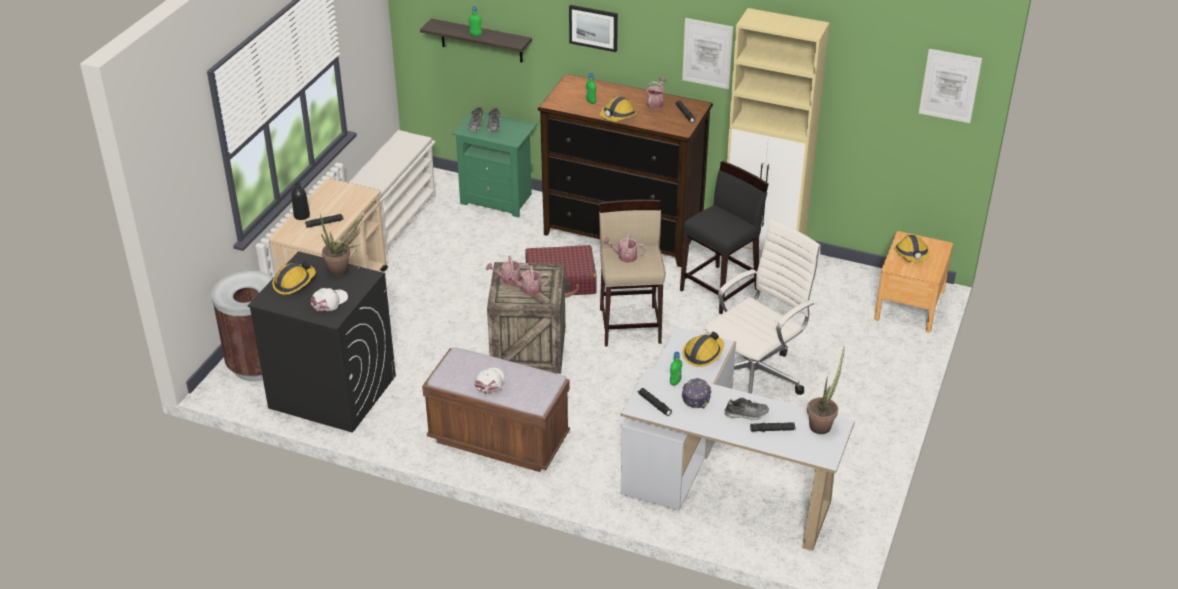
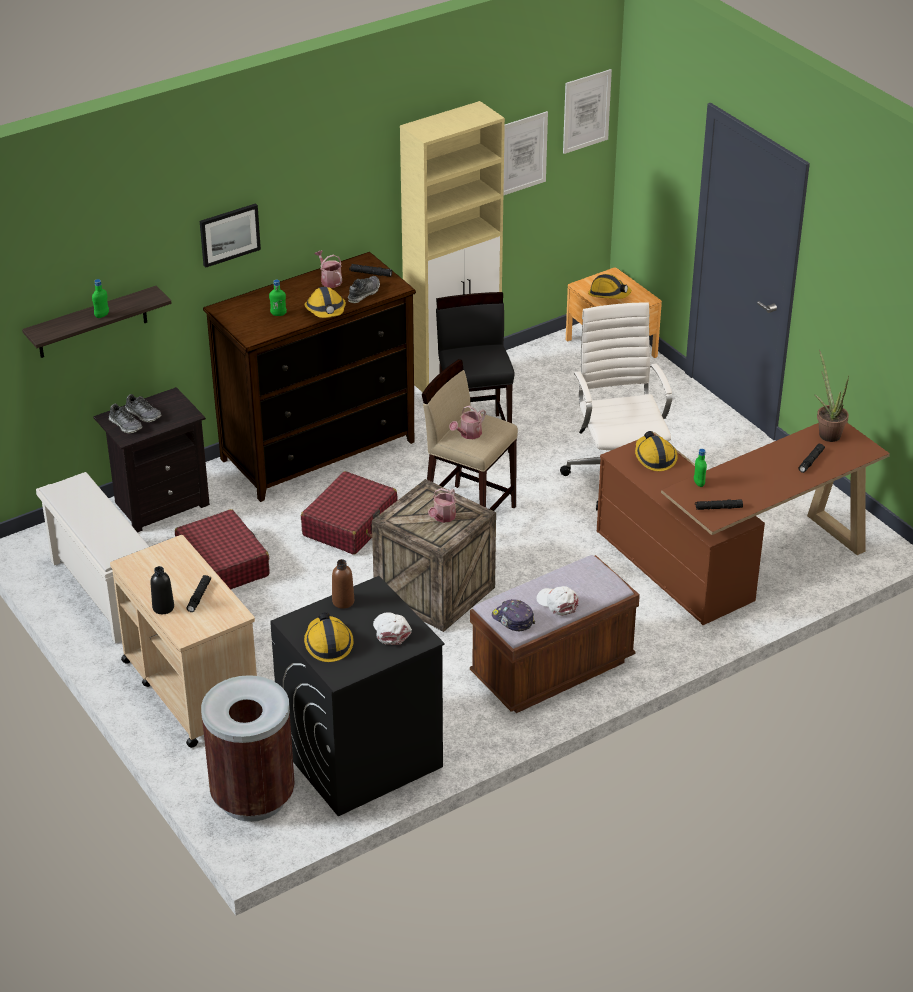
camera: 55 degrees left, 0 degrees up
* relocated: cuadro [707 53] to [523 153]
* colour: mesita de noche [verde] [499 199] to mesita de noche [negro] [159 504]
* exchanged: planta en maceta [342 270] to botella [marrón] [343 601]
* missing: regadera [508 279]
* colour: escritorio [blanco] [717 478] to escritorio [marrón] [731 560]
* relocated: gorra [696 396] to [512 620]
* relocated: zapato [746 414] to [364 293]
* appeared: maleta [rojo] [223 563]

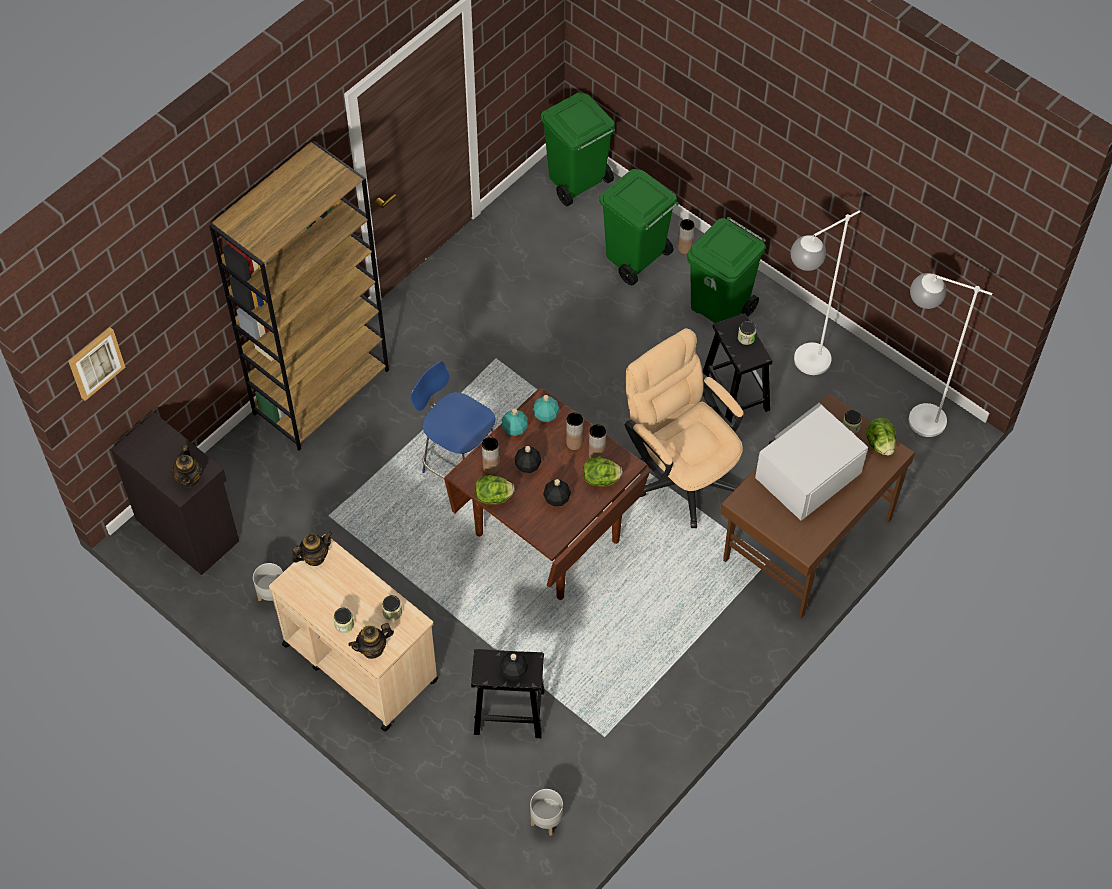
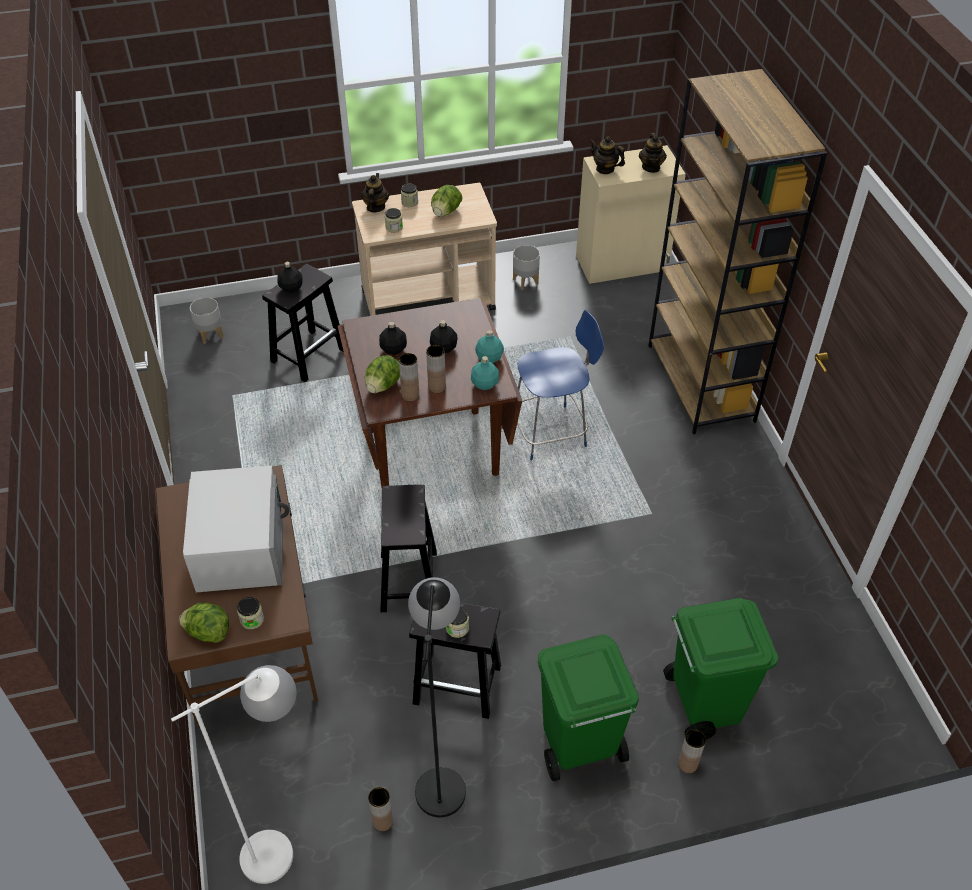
camera: 125 degrees right, 10 degrees down
* missing: papelera [verde] [576 182]
* colour: lámpara de pie [blanco] [801 366] to lámpara de pie [negro] [441 775]
* missing: cuadro [95 362]
* exchanged: silla de oficina [beis] [681 472] to taburete [negro] [409 582]
* colour: armario [negro] [188 528] to armario [beis] [623 264]
* relocated: florero [marrón] [491 468] to [382 821]
* relocated: lechuga [494 497] to [446 212]
* relocated: tetera [314 557] to [651 167]

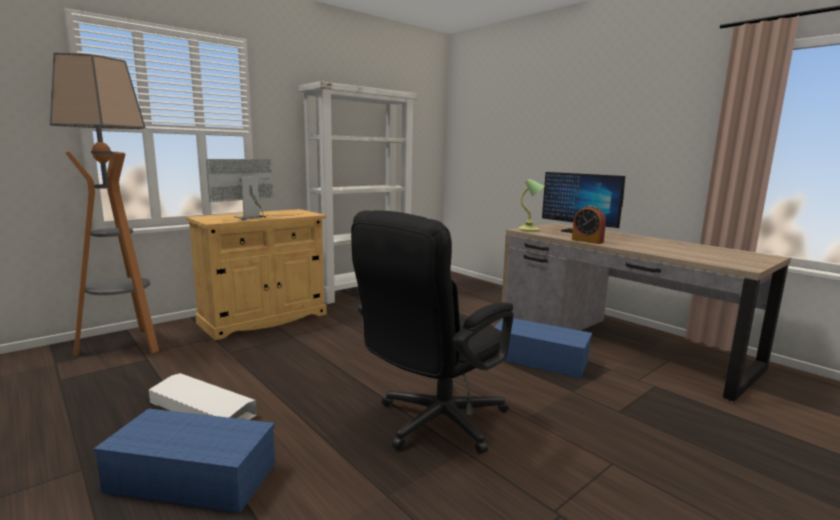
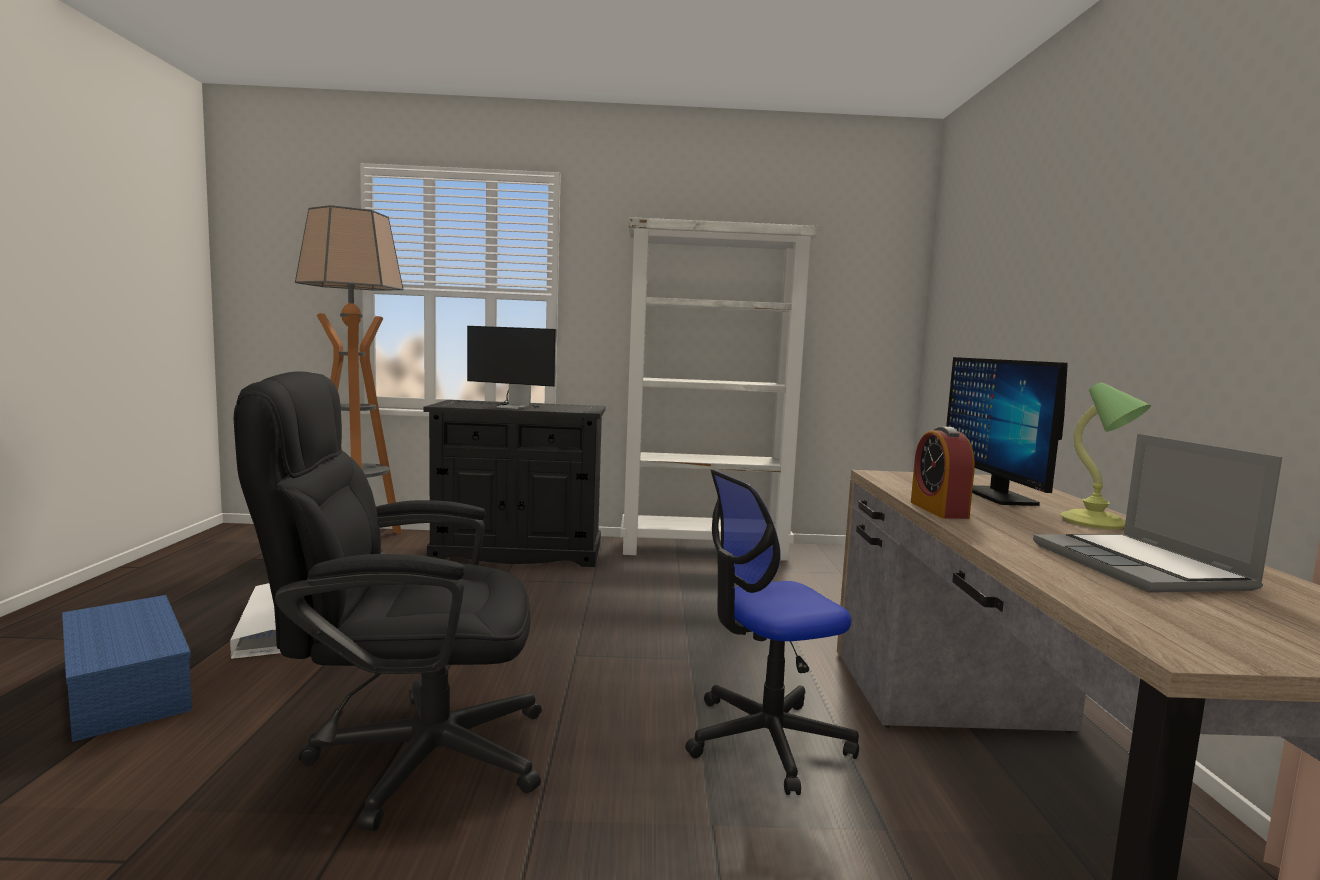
camera: 40 degrees right, 5 degrees down
* spun: monitor [255 217] = [506 406] 150 degrees counterclockwise
* relocated: lámpara de mesa [529 229] to [1095 523]
* colour: armario [beis] [264 319] to armario [negro] [518 552]
* exchanged: caja de almacenaje [azul] [537 359] to silla de oficina [766 740]
* appeared: portátil [1141 567]

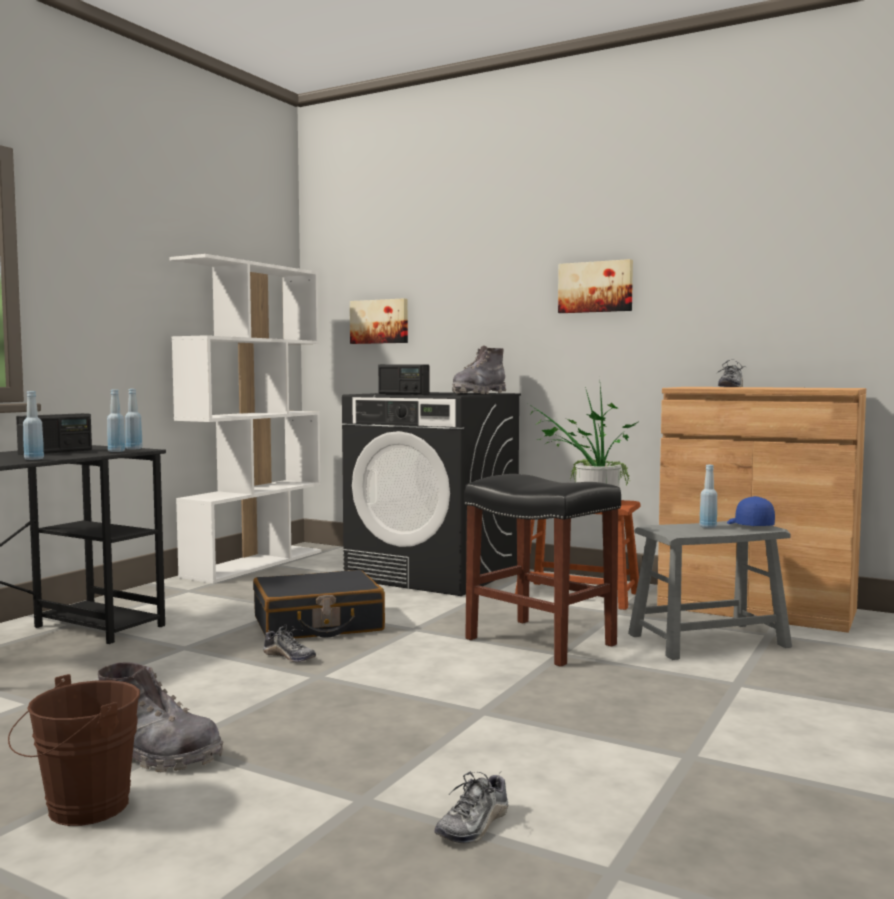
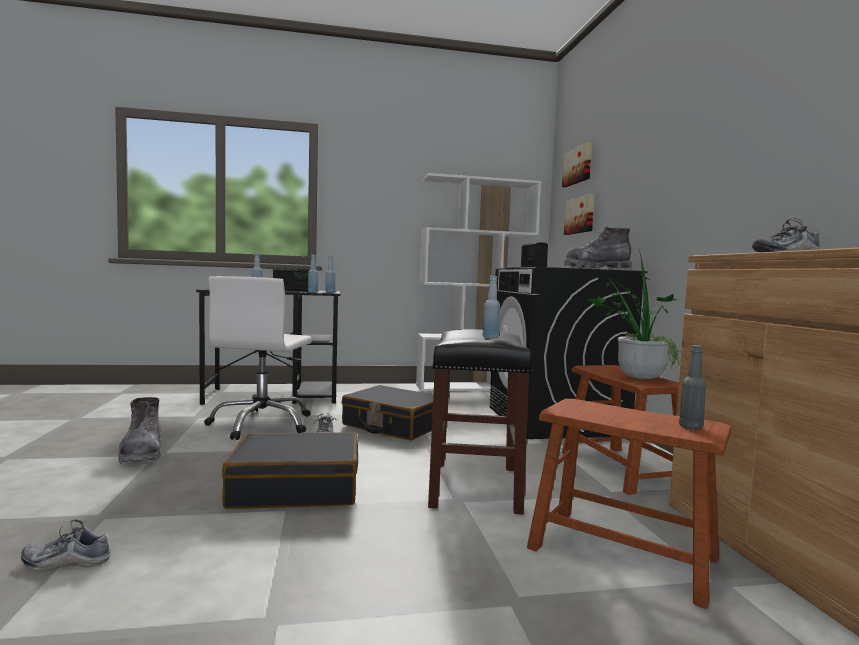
camera: 50 degrees right, 0 degrees up
* relocated: cuadro [595 287] to [578 165]
* relocated: botella [azul] [708 527] to [490 337]
* exchanged: gorra [azul] [749 525] to botella [gris] [690 427]
* colour: taburete [gris] [708 640] to taburete [marrón] [622 553]
* missing: cubo [marrón] [79 810]
* appeared: silla de oficina [blanco] [262 424]
* appeared: maleta [negro] [296 488]

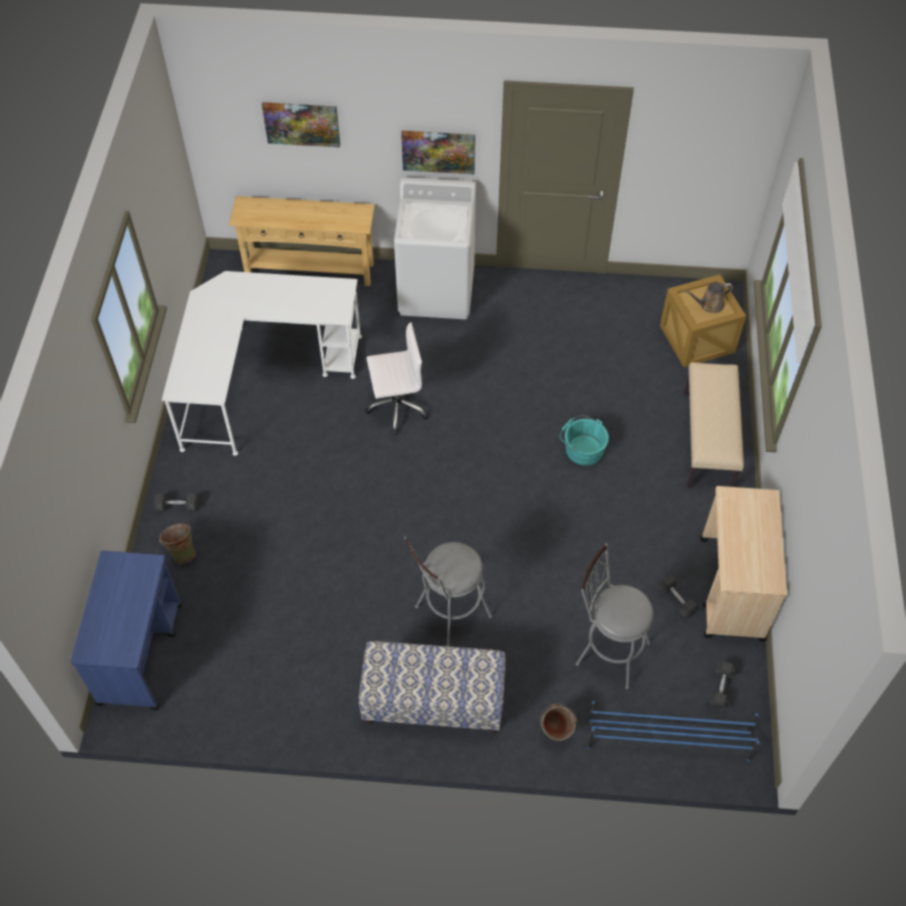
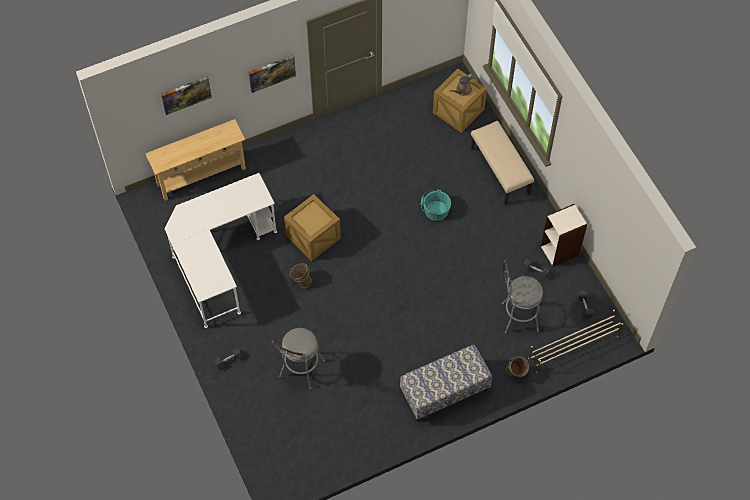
camera: 30 degrees left, 5 degrees up
* missing: lavadora [blanco] [437 291]
* exchanged: silla de oficina [blanco] [396 407] to caja de embalaje [313 237]
* exchanged: carrito [beis] [731 589] to estantería [560 250]
* relocated: cubo [verde] [182 551] to [301 281]
* relocated: taburete [gris] [448 615] to [300 371]
* missing: carrito [azul] [141 653]
* colour: zapatero [azul] [667 739] to zapatero [beis] [573 347]

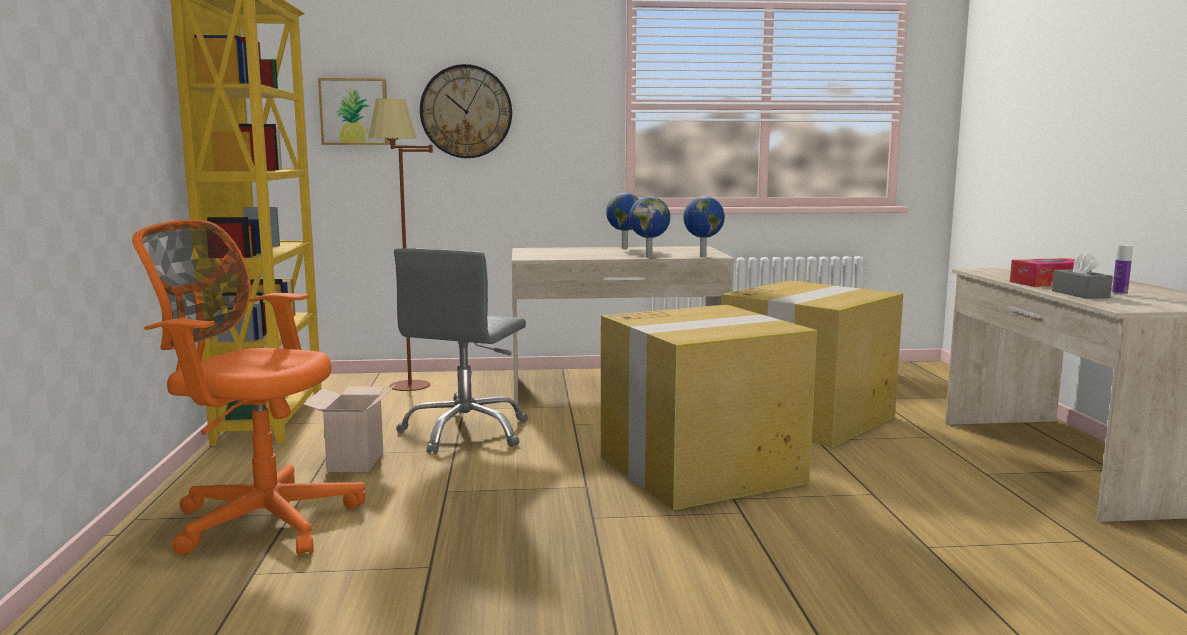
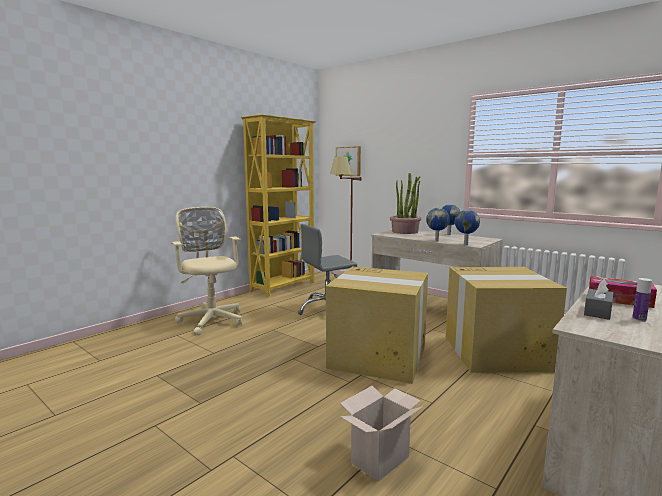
camera: 45 degrees right, 0 degrees up
* missing: reloj de pared [466 111]
* colour: silla de oficina [naranja] [260 519] to silla de oficina [beis] [211 319]
* relocated: caja de cartón [354 461] to [380 458]
* appeared: planta en maceta [405 232]

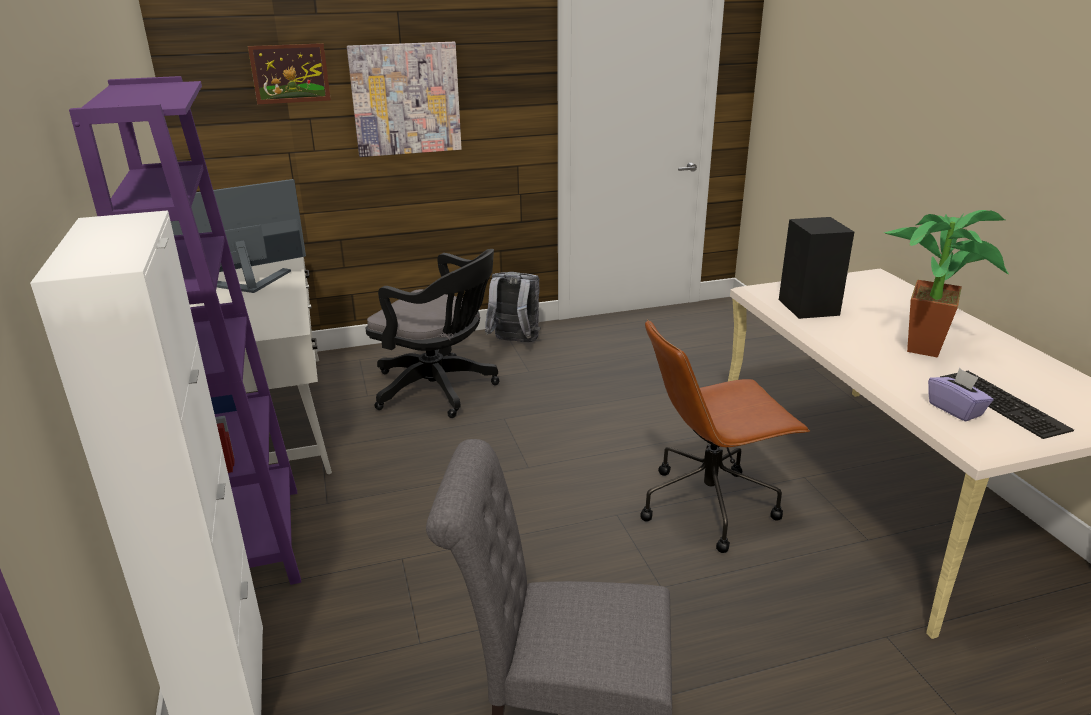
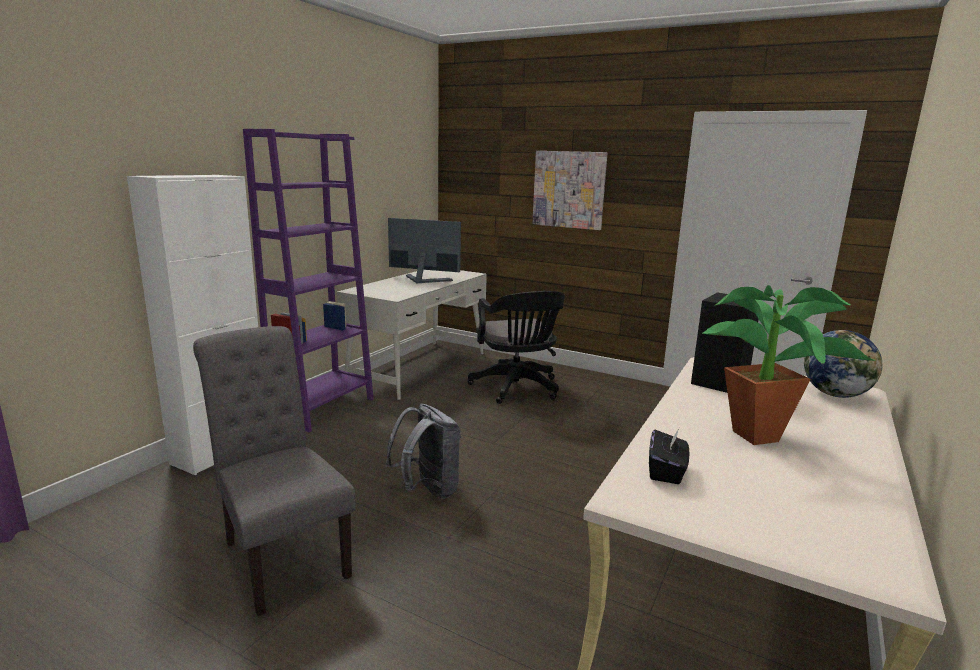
camera: 45 degrees right, 10 degrees down
* missing: cuadro [290 73]
* relocated: mochila [gris] [514 342] to [427 490]
* missing: silla de oficina [marrón] [709 505]
* colour: caja de pañuelos [morado] [955 409] to caja de pañuelos [negro] [666 471]
* missing: teclado [1005 403]
* appeared: globo terráqueo [836 394]

